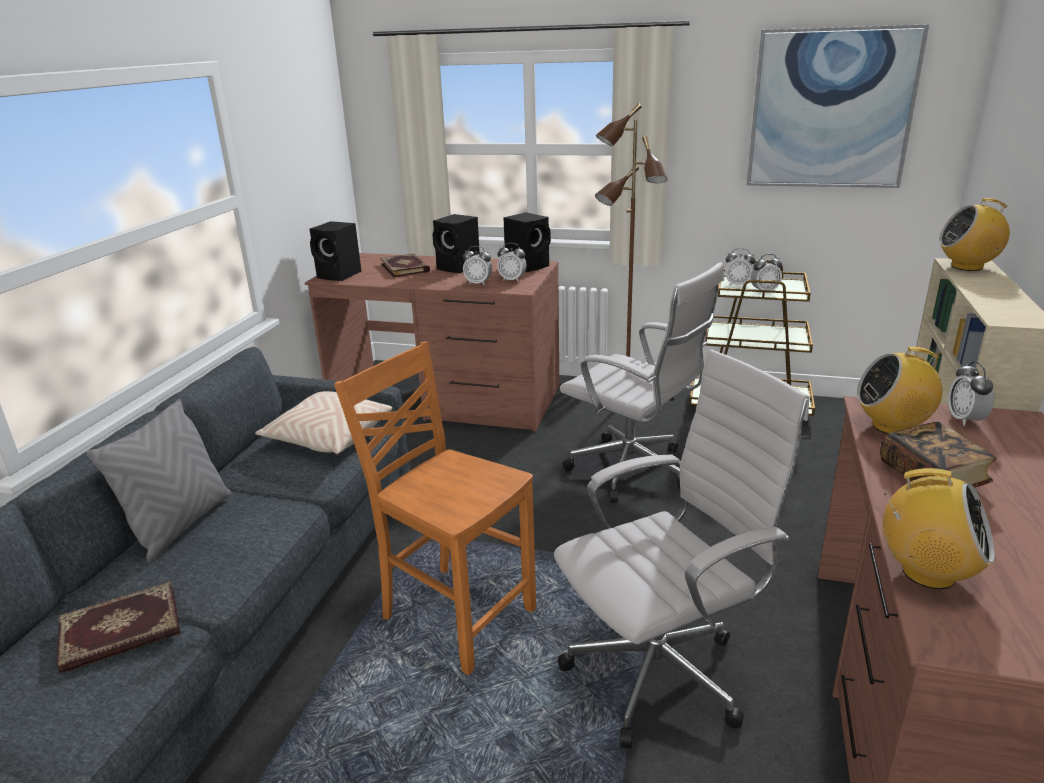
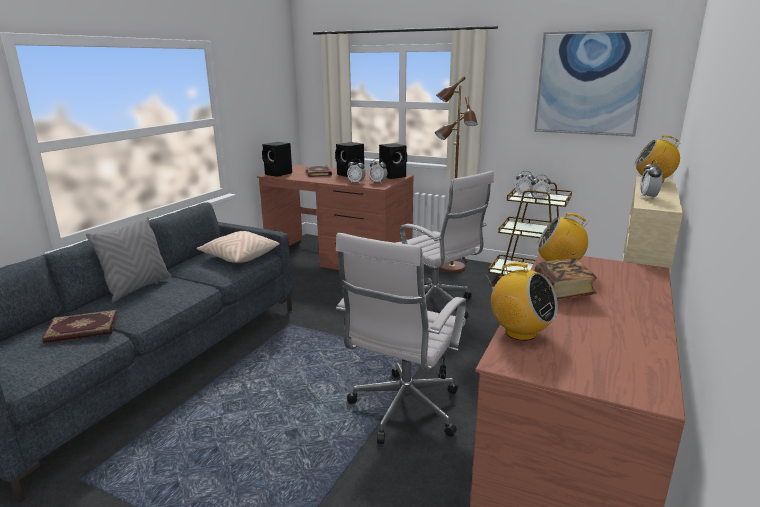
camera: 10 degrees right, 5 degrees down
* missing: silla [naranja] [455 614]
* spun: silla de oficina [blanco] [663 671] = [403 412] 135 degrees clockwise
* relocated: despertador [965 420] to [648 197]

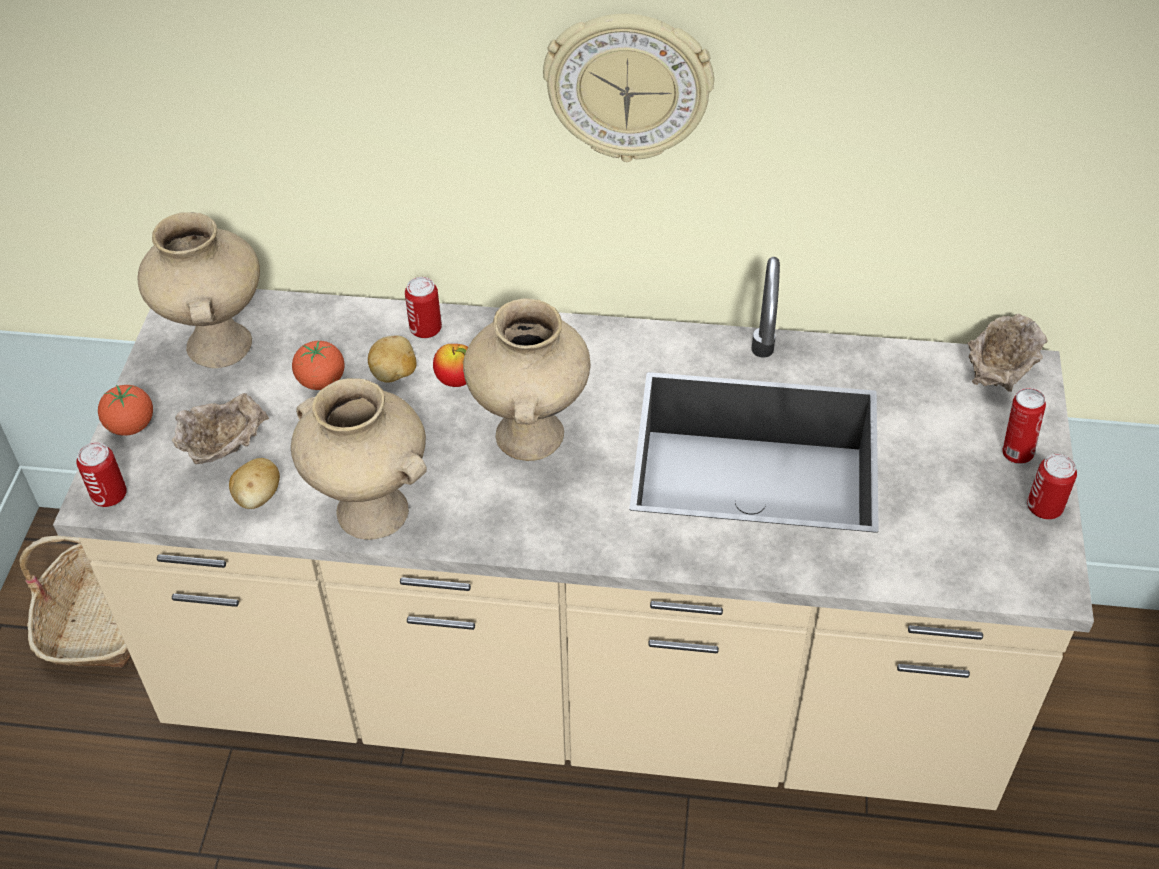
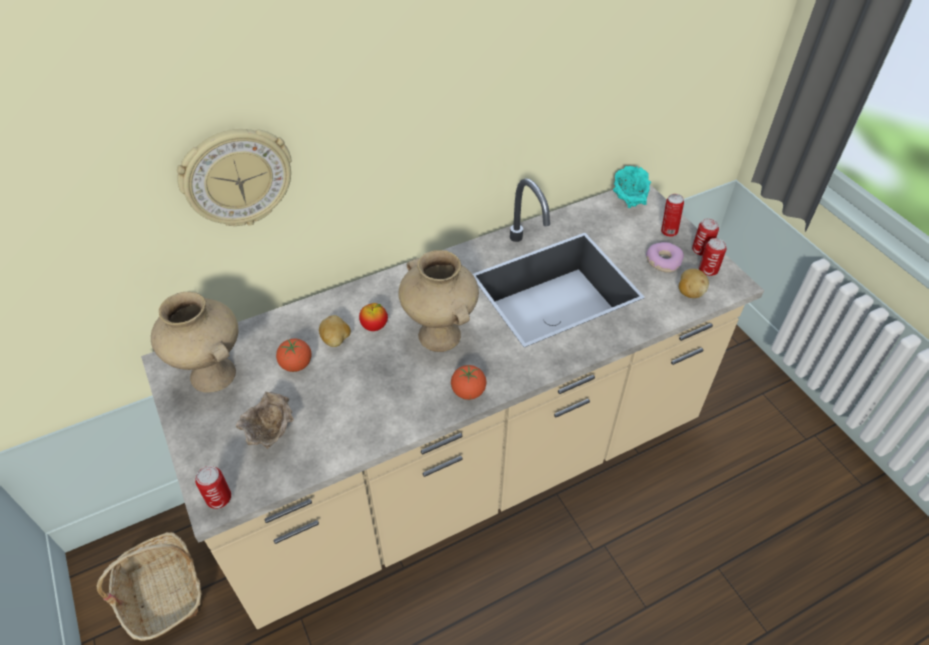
camera: 35 degrees left, 0 degrees up
* relocated: reloj de pared [628 86] to [237 177]
* relocated: lata [425 329] to [708 270]
* colour: cuenco [beis] [998 373] to cuenco [turquesa] [628 199]
* missing: florero [beis] [370 512]
* relocated: tomate [131 426] to [468 391]
* relocated: patata [258 497] to [689 292]
* appeared: rosquilla [663 261]

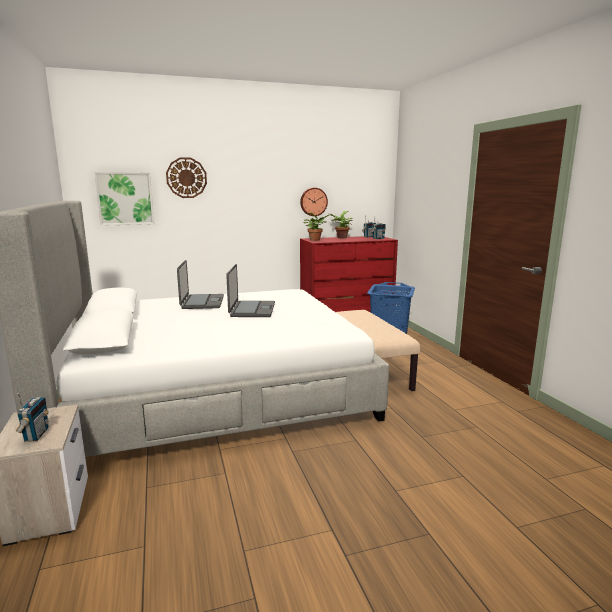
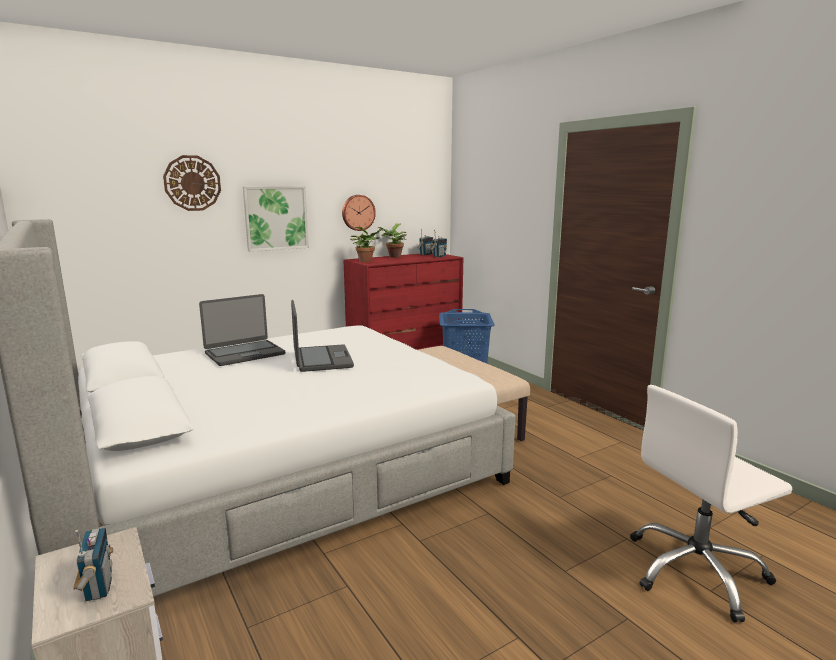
camera: 15 degrees left, 0 degrees up
* relocated: cuadro [125 198] to [276 218]
* spun: portátil [202 302] = [244 353] 75 degrees clockwise
* appeared: silla de oficina [blanco] [696 571]

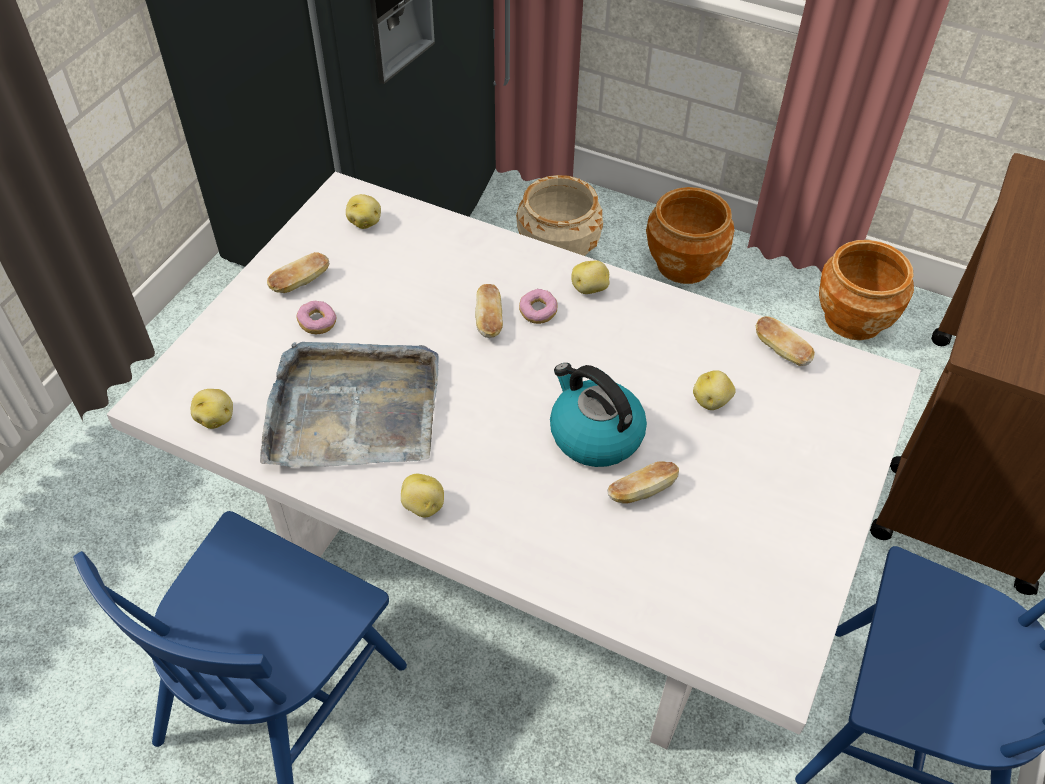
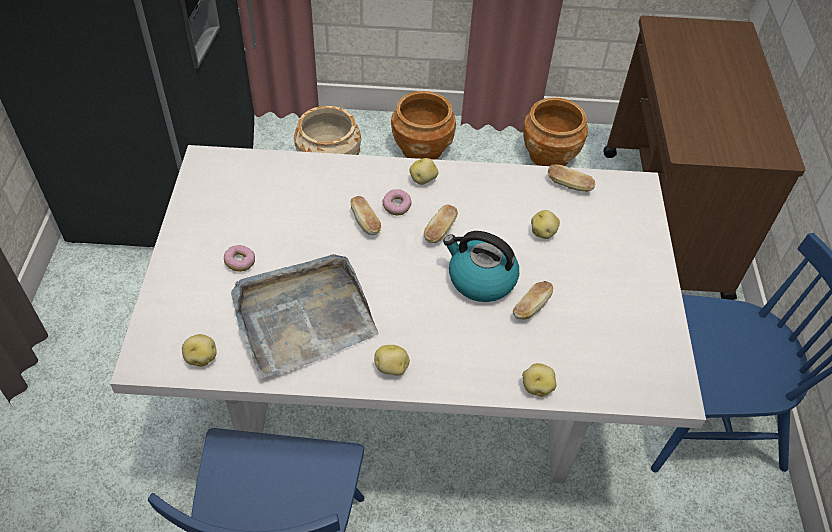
camera: 25 degrees left, 0 degrees up
* relocated: patata [365 222] to [537 386]
* relocated: pan [301 283] to [440 231]

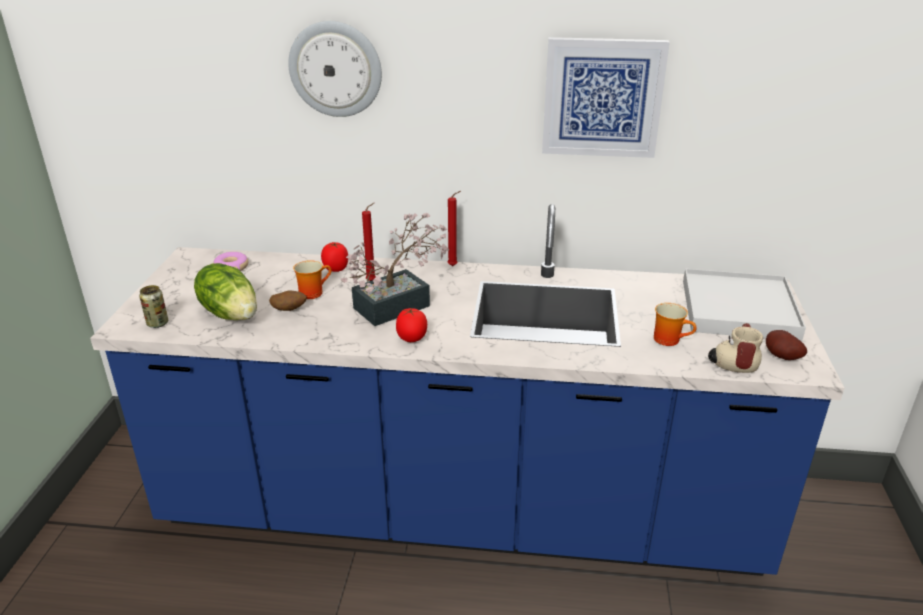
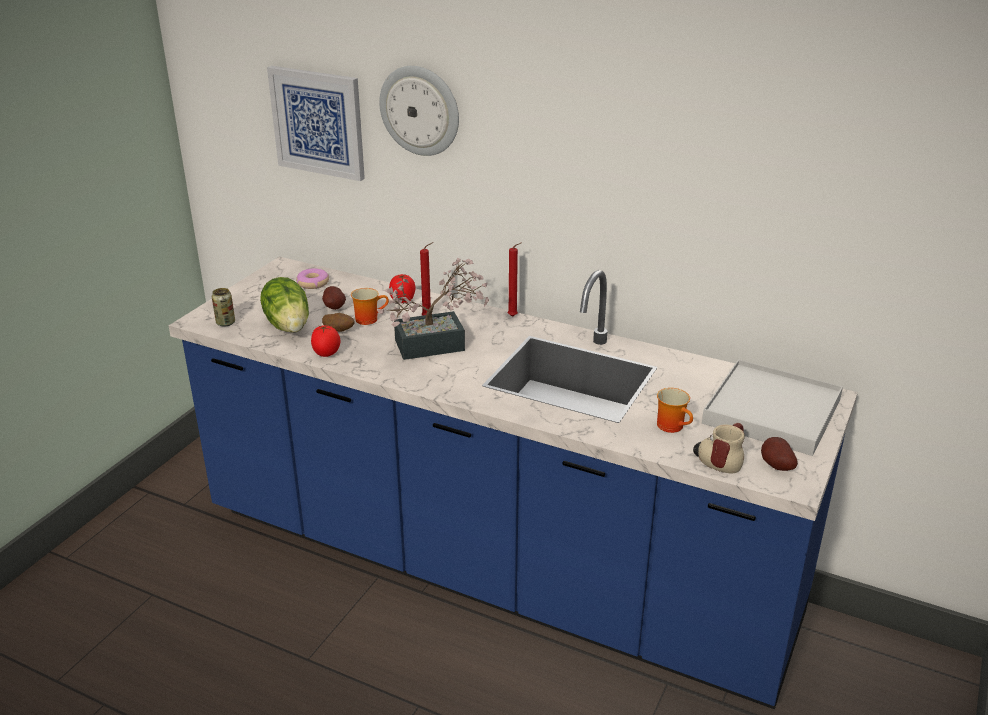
camera: 20 degrees right, 0 degrees up
* relocated: cuadro [602 97] to [318 122]
* relocated: tomate [412 339] to [326 354]
* appeared: patata [335 308]

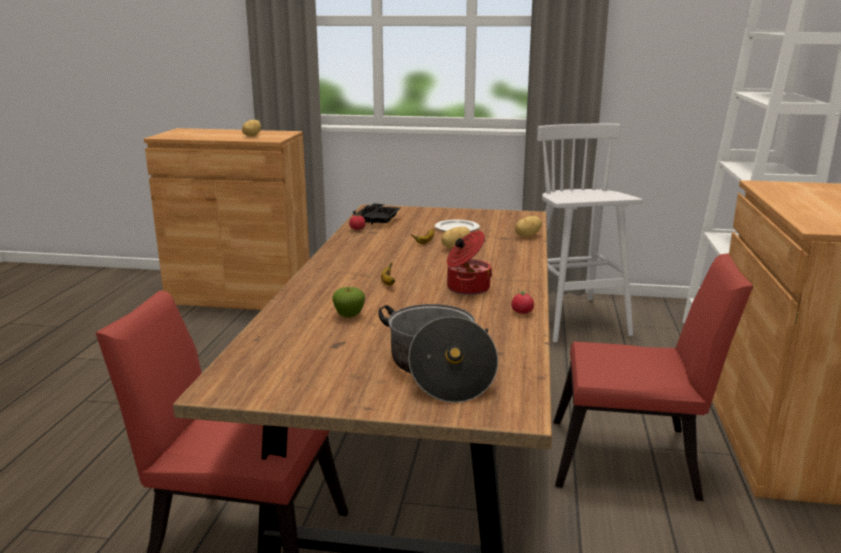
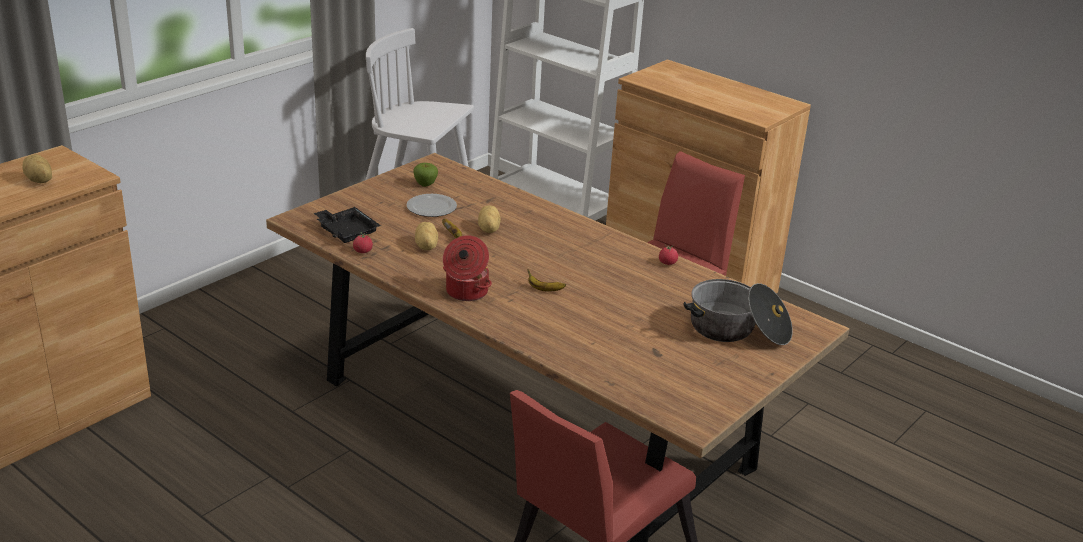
camera: 60 degrees left, 10 degrees up
* relocated: patata [526 236] to [425 247]
* relocated: olla [466 288] to [466 292]
* relocated: manzana [349 315] to [425 184]

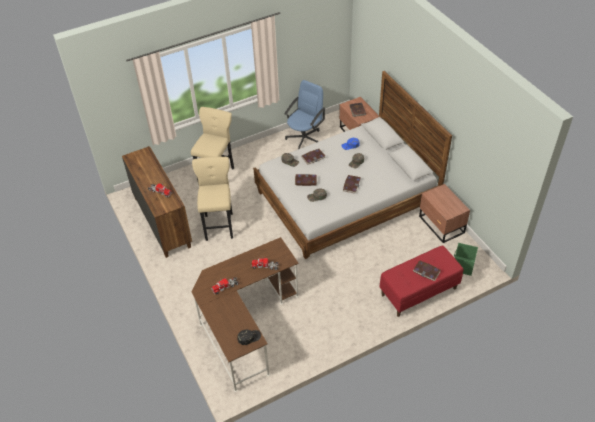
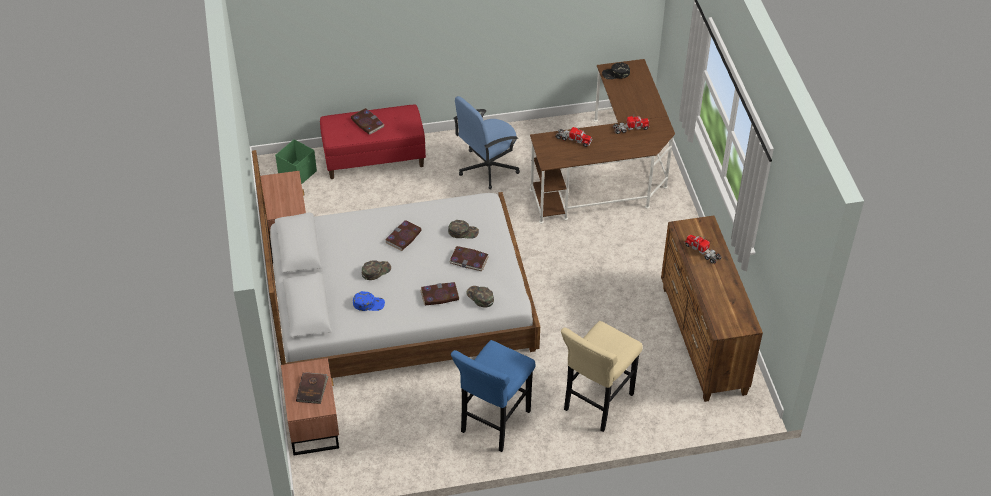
camera: 165 degrees left, 0 degrees up
* relocated: silla de oficina [azul] [304 138] to [487 168]
* missing: taburete [beis] [219 225]
* appeared: taburete [azul] [493 424]

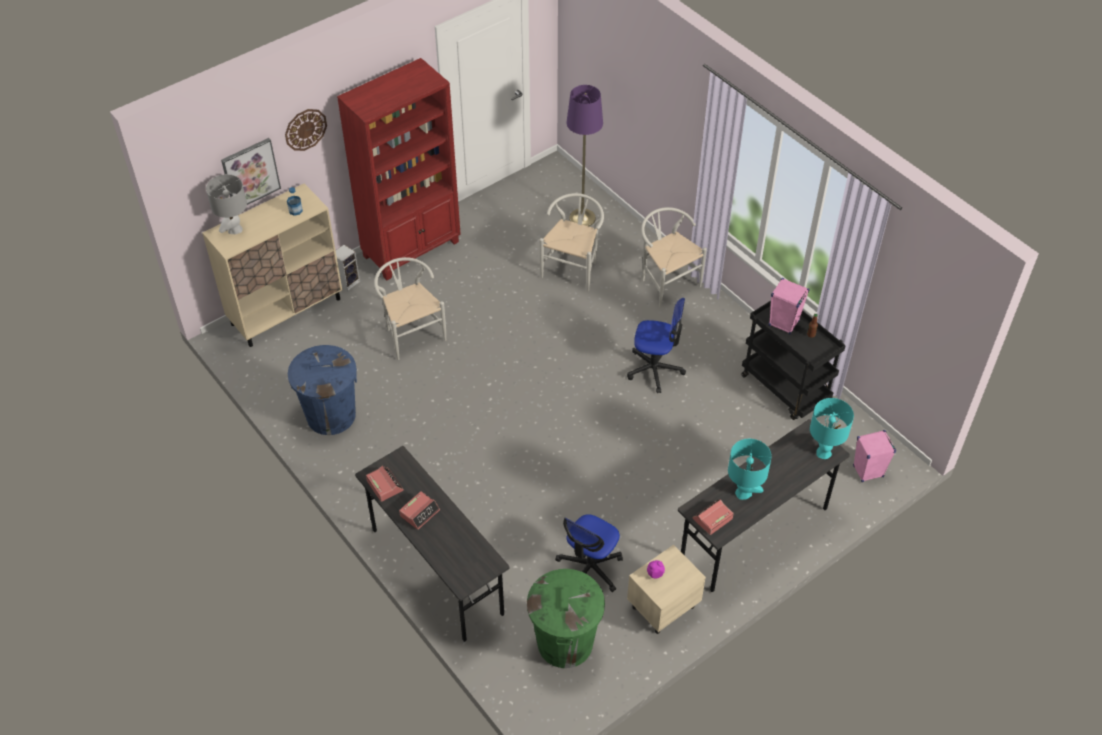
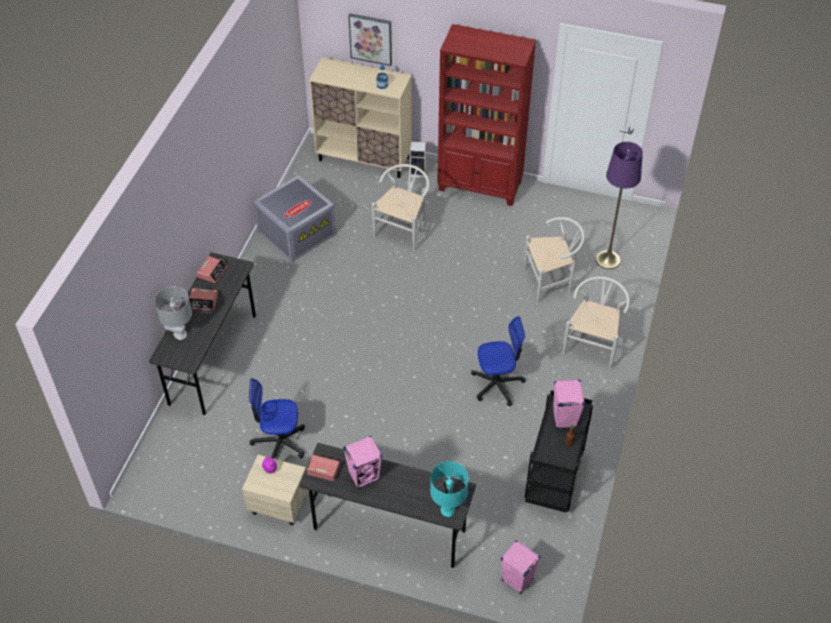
camera: 55 degrees right, 0 degrees up
* missing: reloj de pared [305 129]
* relocated: lámpara de mesa [gris] [235 229] to [180 334]
* spun: silla de oficina [655 369] = [497 384] 75 degrees counterclockwise
* exchanged: papelera [azul] [330 415] to caja de almacenaje [gris] [297 232]
* exchanged: lámpara de mesa [turquesa] [743 493] to altavoz [rosa] [364 476]
* missing: papelera [verde] [565 642]

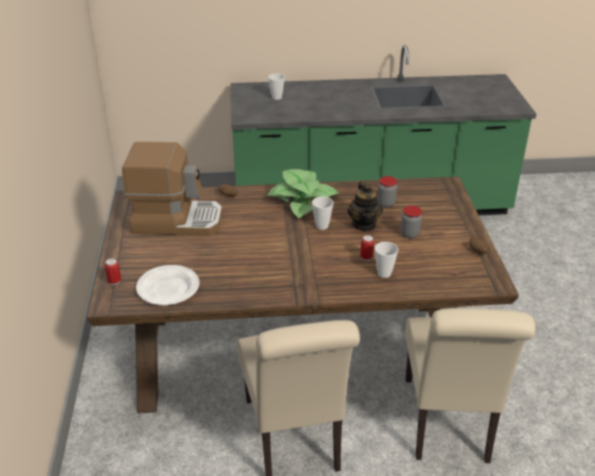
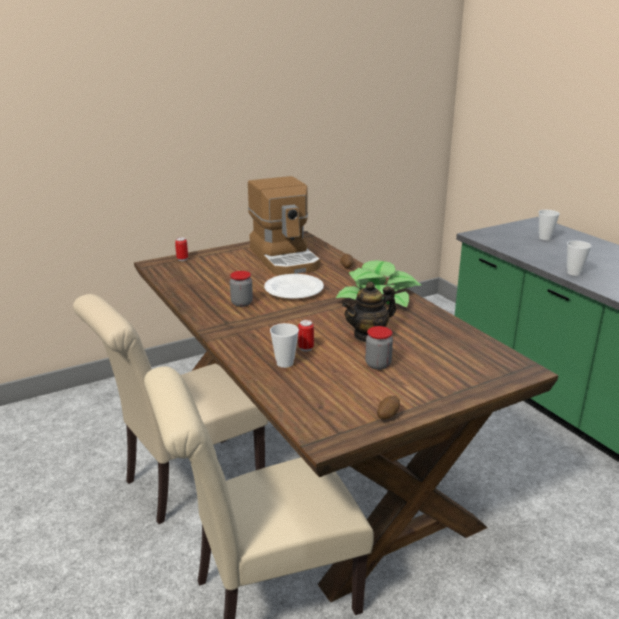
camera: 65 degrees right, 10 degrees down
* relocated: tarro [386 203] to [241 303]
* relocated: taza [322 226] to [574 273]
* relocated: plato [blanco] [168 288] to [294 290]

